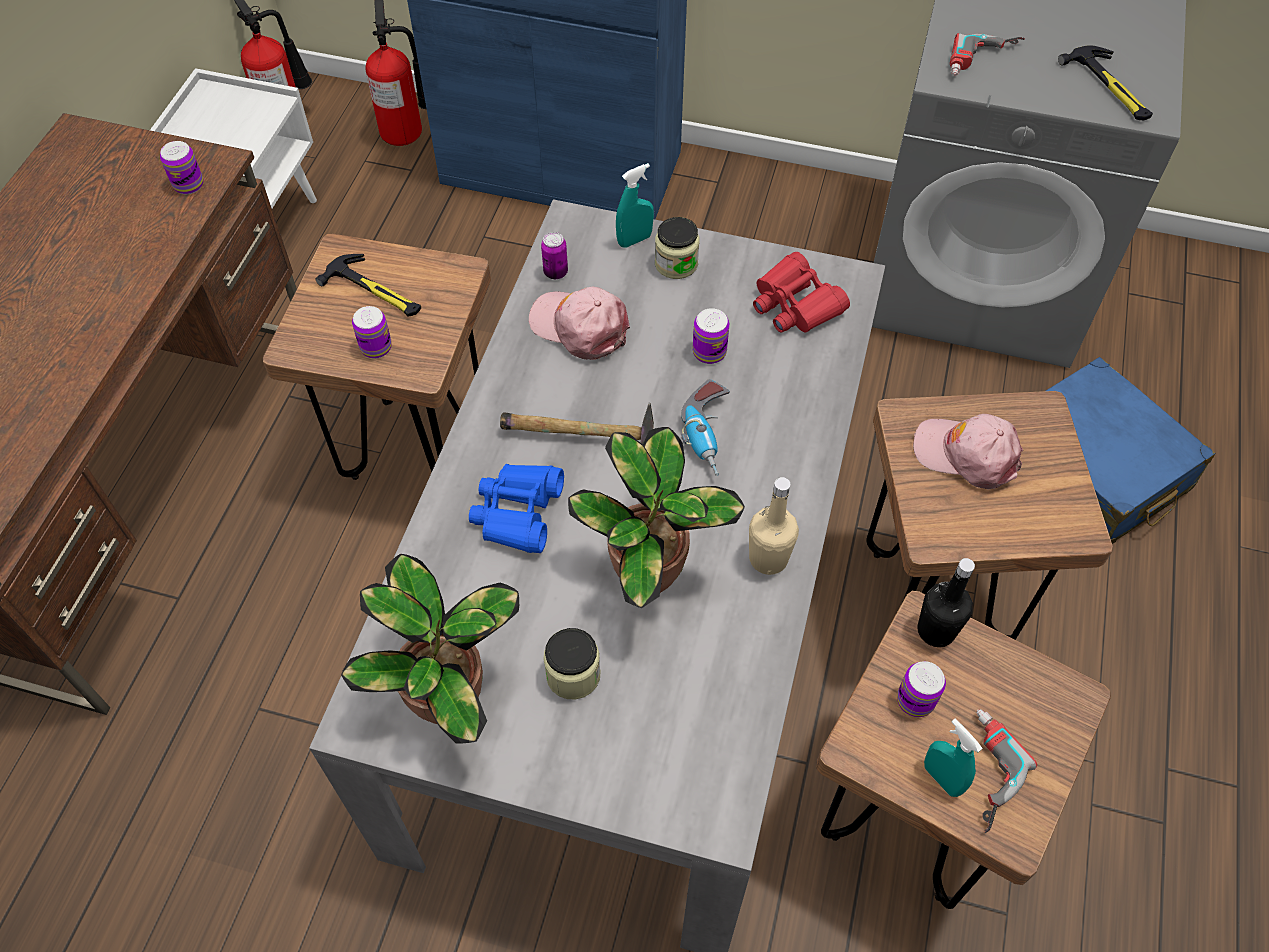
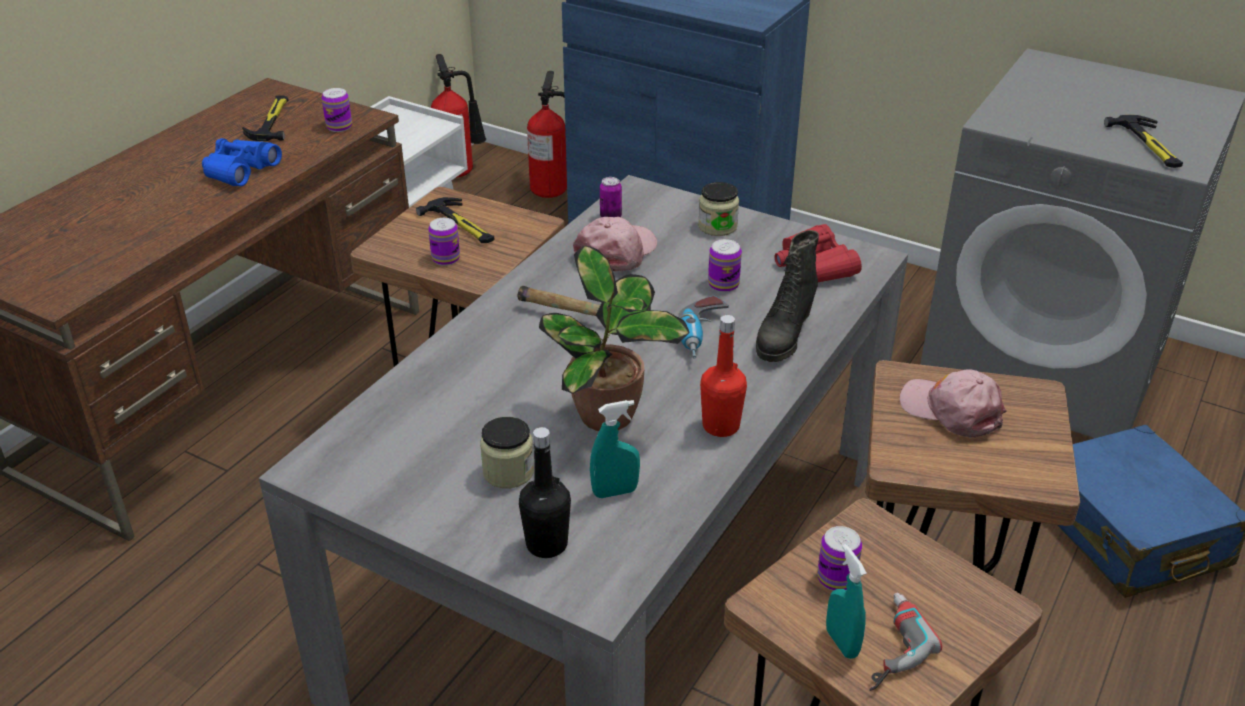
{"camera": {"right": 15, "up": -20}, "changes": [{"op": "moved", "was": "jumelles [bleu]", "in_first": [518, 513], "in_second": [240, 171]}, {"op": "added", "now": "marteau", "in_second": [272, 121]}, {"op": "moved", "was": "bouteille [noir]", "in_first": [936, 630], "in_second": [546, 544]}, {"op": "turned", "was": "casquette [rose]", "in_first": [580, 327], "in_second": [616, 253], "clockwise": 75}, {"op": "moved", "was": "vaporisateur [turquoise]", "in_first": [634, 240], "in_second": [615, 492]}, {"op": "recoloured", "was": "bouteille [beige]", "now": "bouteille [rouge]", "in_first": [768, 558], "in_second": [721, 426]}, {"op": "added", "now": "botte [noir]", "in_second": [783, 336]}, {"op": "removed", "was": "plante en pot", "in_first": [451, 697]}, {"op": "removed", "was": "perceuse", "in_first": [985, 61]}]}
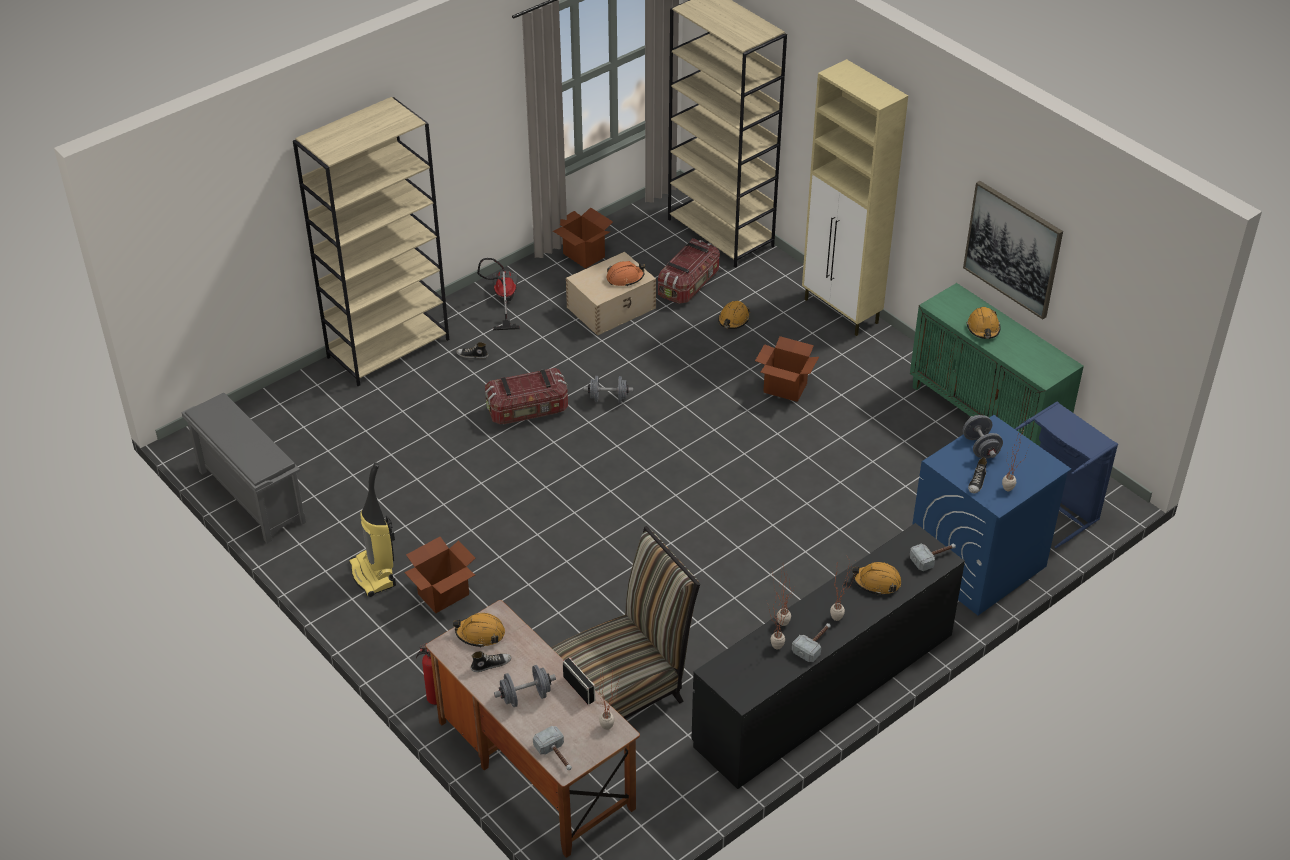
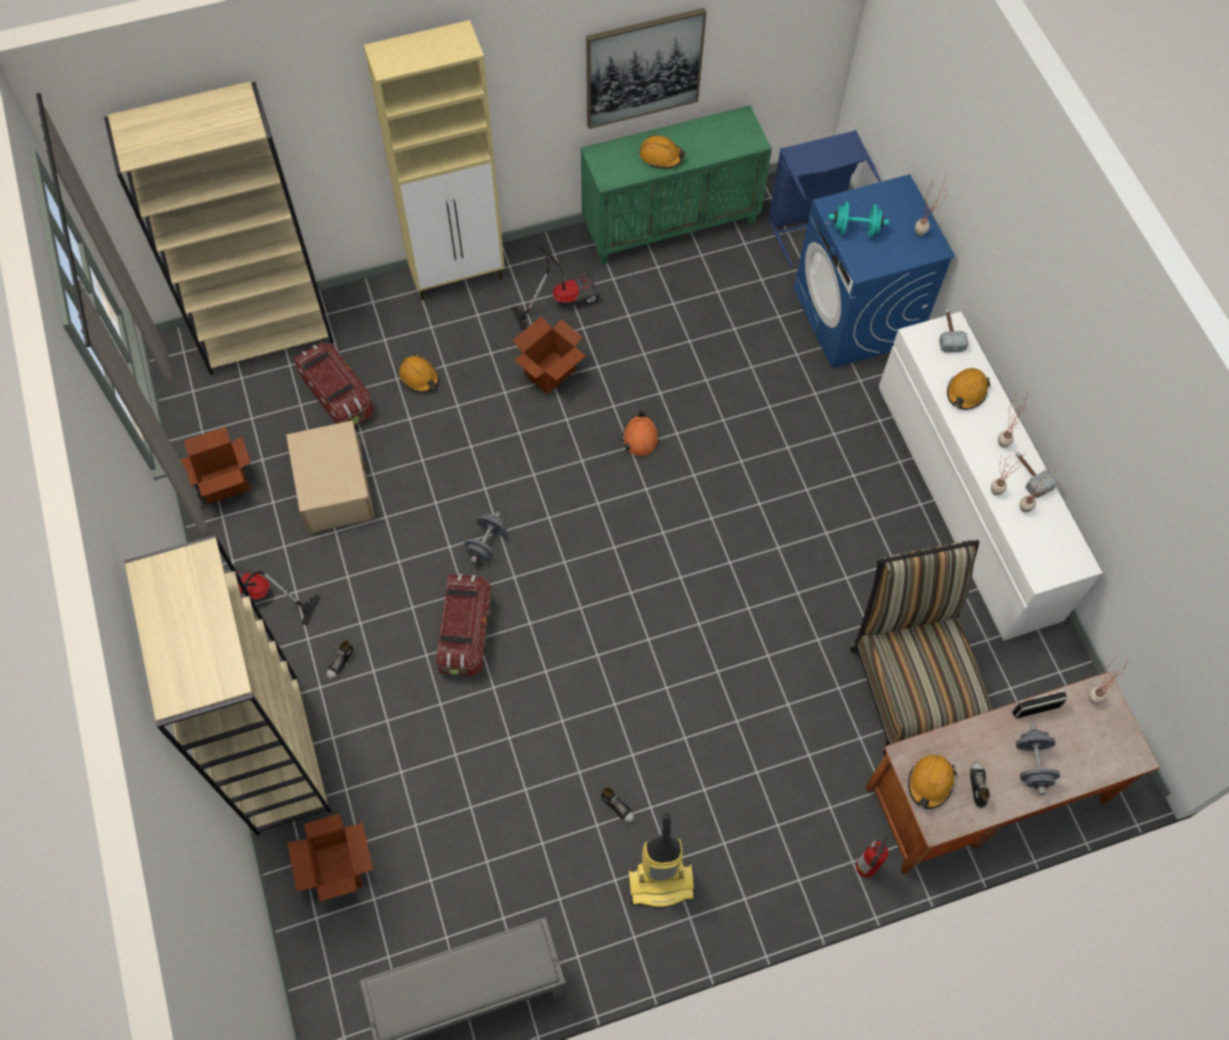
{"camera": {"right": -70, "up": 20}, "changes": [{"op": "moved", "was": "carton", "in_first": [443, 594], "in_second": [339, 868]}, {"op": "added", "now": "aspirateur", "in_second": [562, 300]}, {"op": "moved", "was": "chaussure", "in_first": [977, 482], "in_second": [617, 807]}, {"op": "moved", "was": "casque de chantier [orange]", "in_first": [625, 278], "in_second": [640, 438]}, {"op": "recoloured", "was": "haltère [gris]", "now": "haltère [turquoise]", "in_first": [980, 447], "in_second": [855, 229]}, {"op": "recoloured", "was": "commode [noir]", "now": "commode [blanc]", "in_first": [825, 689], "in_second": [967, 501]}, {"op": "removed", "was": "marteau", "in_first": [556, 755]}]}
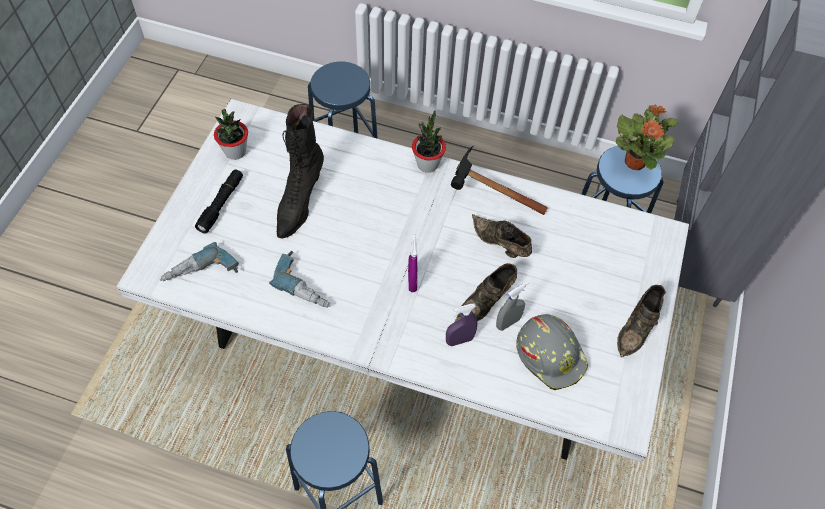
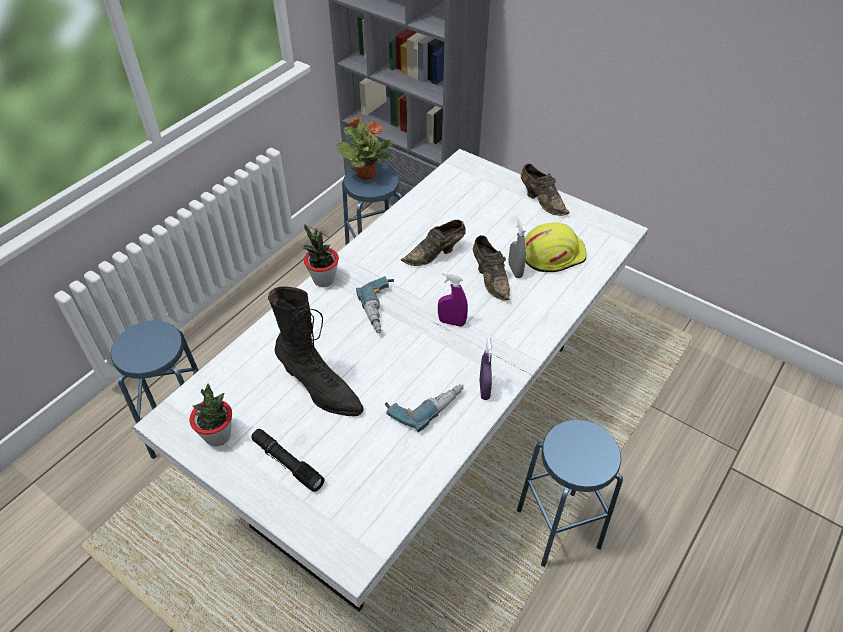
{"camera": {"right": -70, "up": -10}, "changes": [{"op": "moved", "was": "perceuse", "in_first": [201, 276], "in_second": [382, 309]}, {"op": "moved", "was": "vaporisateur [violet]", "in_first": [459, 340], "in_second": [484, 389]}, {"op": "recoloured", "was": "casque de chantier [gris]", "now": "casque de chantier [jaune]", "in_first": [551, 354], "in_second": [552, 254]}, {"op": "removed", "was": "marteau", "in_first": [486, 194]}]}
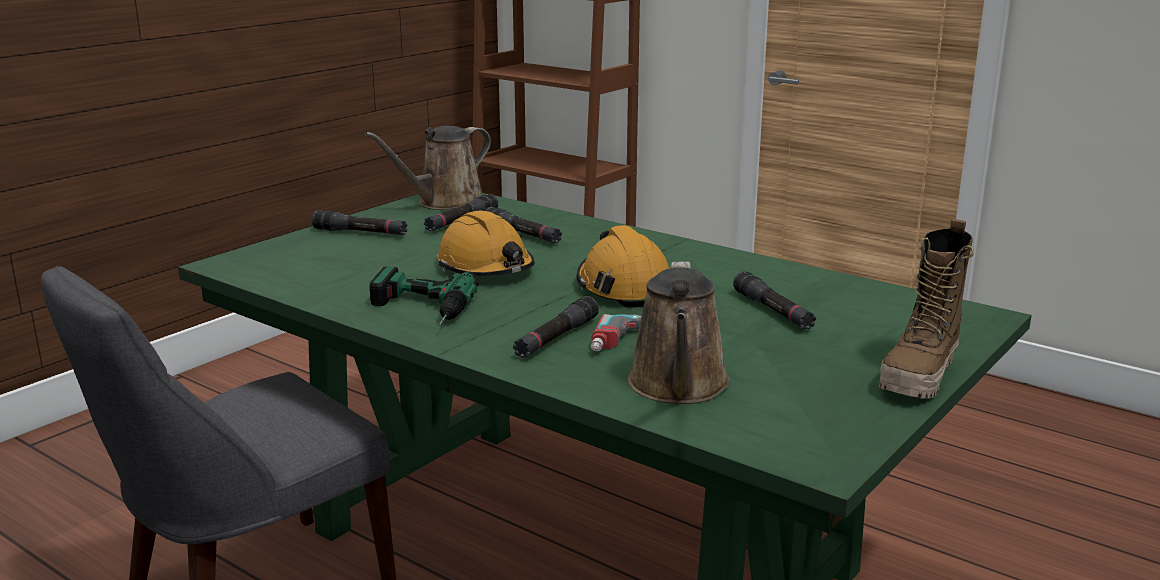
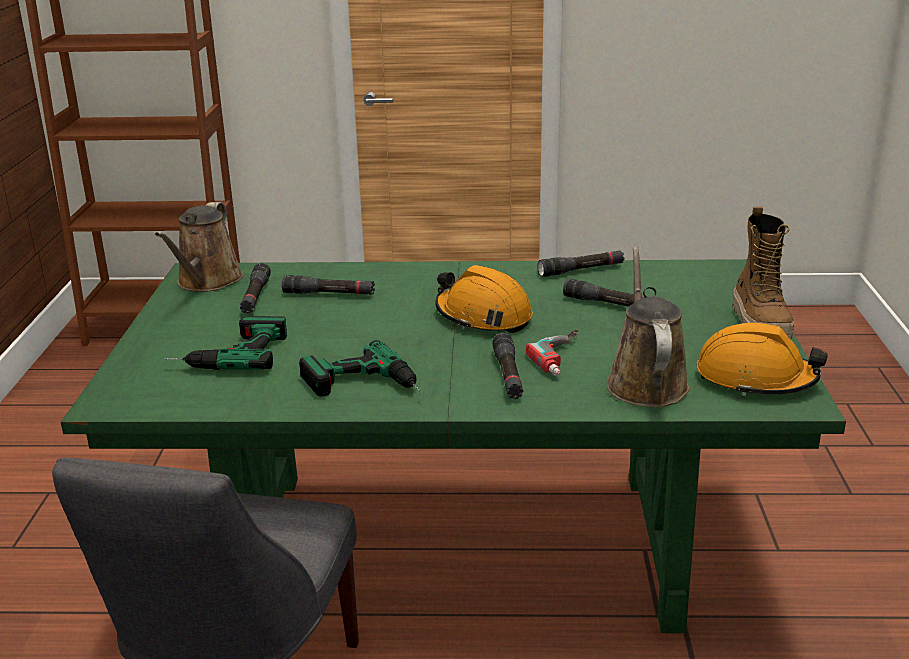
{"camera": {"right": -35, "up": 5}, "changes": [{"op": "added", "now": "perceuse", "in_second": [228, 353]}, {"op": "moved", "was": "lampe de poche [noir]", "in_first": [360, 233], "in_second": [581, 270]}, {"op": "turned", "was": "arrosoir [marron]", "in_first": [678, 387], "in_second": [645, 382], "clockwise": -150}, {"op": "moved", "was": "casque de chantier [orange]", "in_first": [486, 268], "in_second": [755, 379]}]}
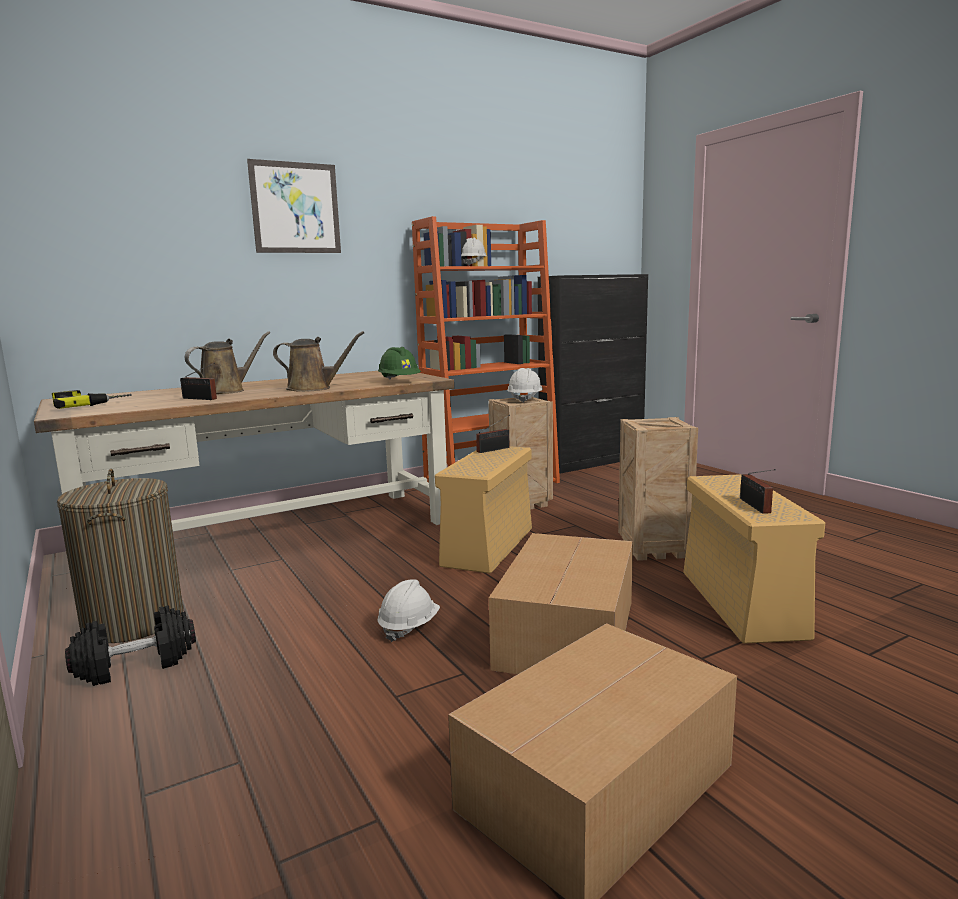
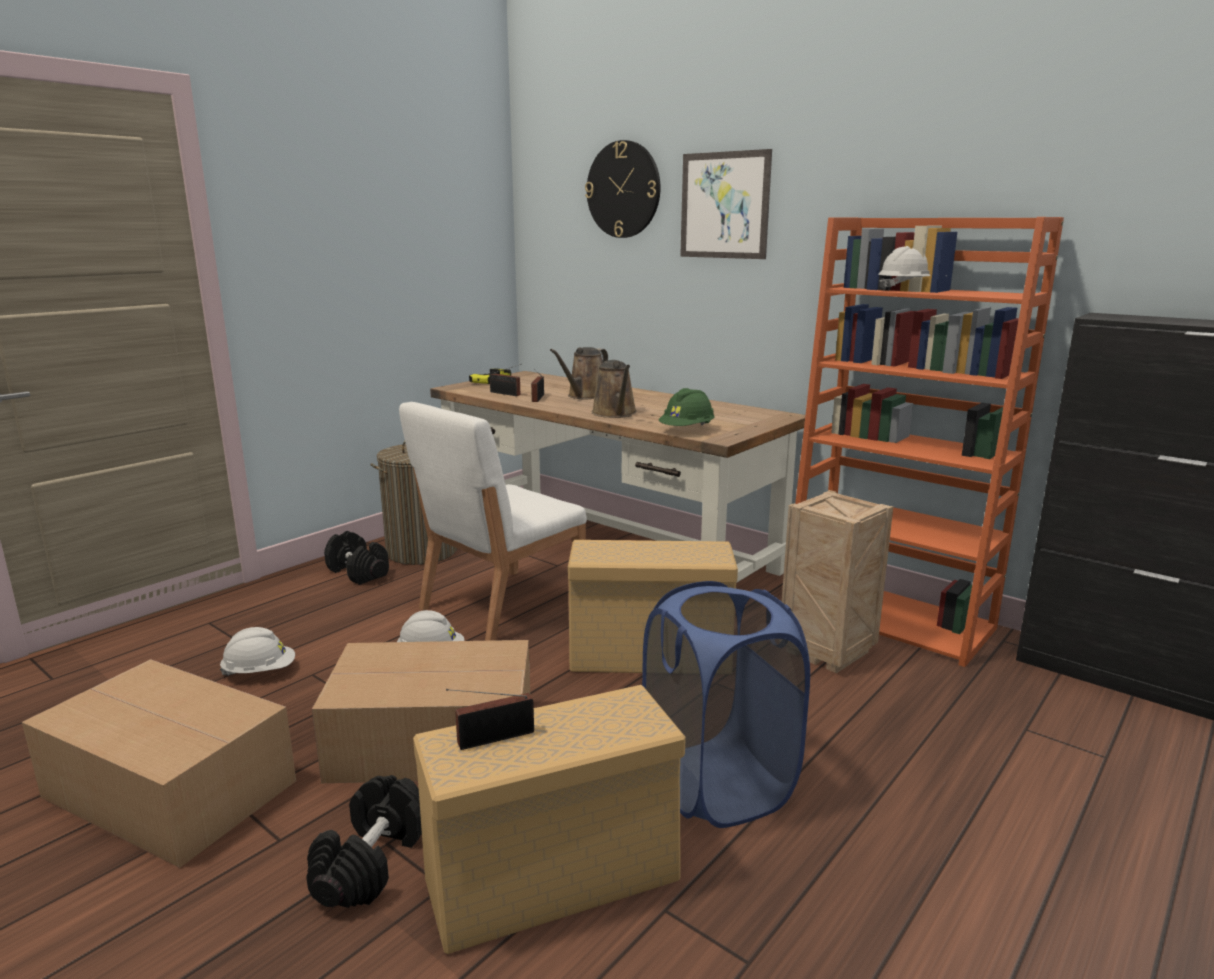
{"camera": {"right": 70, "up": 5}, "changes": [{"op": "moved", "was": "casque de chantier [blanc]", "in_first": [525, 399], "in_second": [260, 672]}, {"op": "added", "now": "haltère [noir]", "in_second": [370, 861]}, {"op": "added", "now": "chaise [blanc]", "in_second": [500, 605]}, {"op": "moved", "was": "radio", "in_first": [495, 449], "in_second": [506, 394]}, {"op": "turned", "was": "arrosoir [marron]", "in_first": [226, 391], "in_second": [585, 396], "clockwise": 105}, {"op": "added", "now": "horloge murale", "in_second": [623, 189]}, {"op": "replaced", "was": "caisse", "now": "panier à linge [bleu]", "in_first": [652, 550], "in_second": [716, 784]}]}
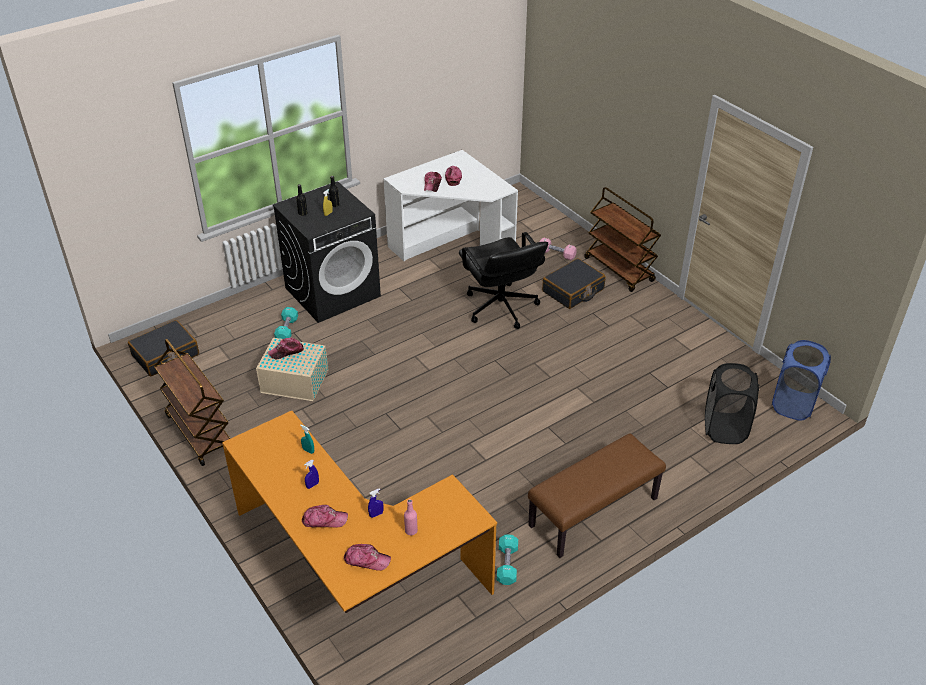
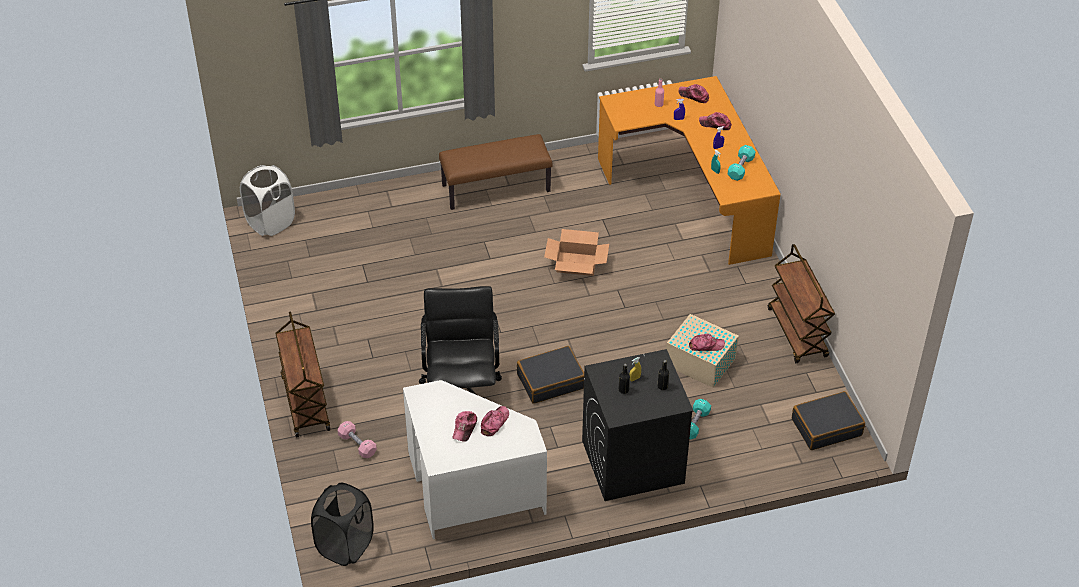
{"camera": {"right": -160, "up": 5}, "changes": [{"op": "recoloured", "was": "panier à linge [bleu]", "now": "panier à linge [blanc]", "in_first": [793, 404], "in_second": [270, 222]}, {"op": "moved", "was": "panier à linge [noir]", "in_first": [724, 428], "in_second": [345, 545]}, {"op": "moved", "was": "valise [noir]", "in_first": [573, 291], "in_second": [550, 381]}, {"op": "added", "now": "carton", "in_second": [576, 264]}, {"op": "moved", "was": "haltère [turquoise]", "in_first": [507, 565], "in_second": [740, 168]}]}
